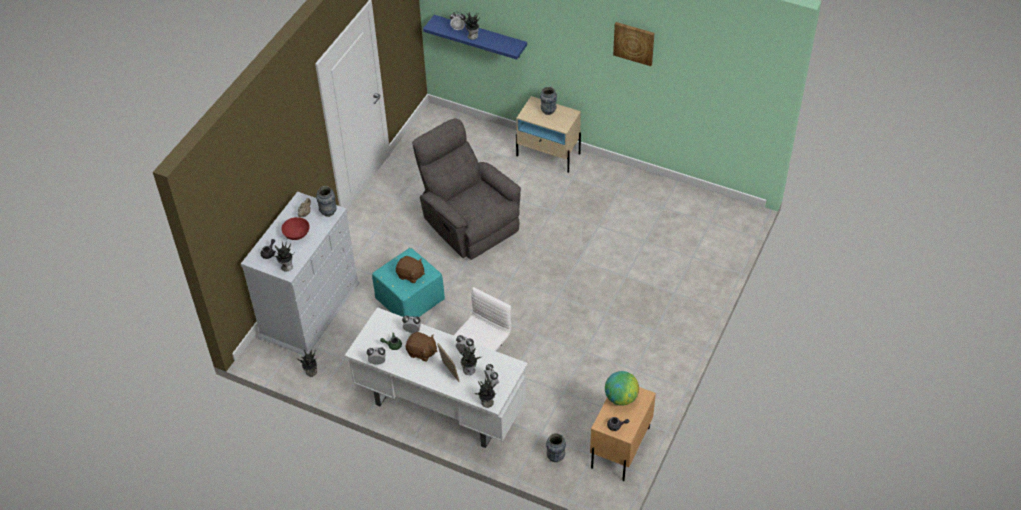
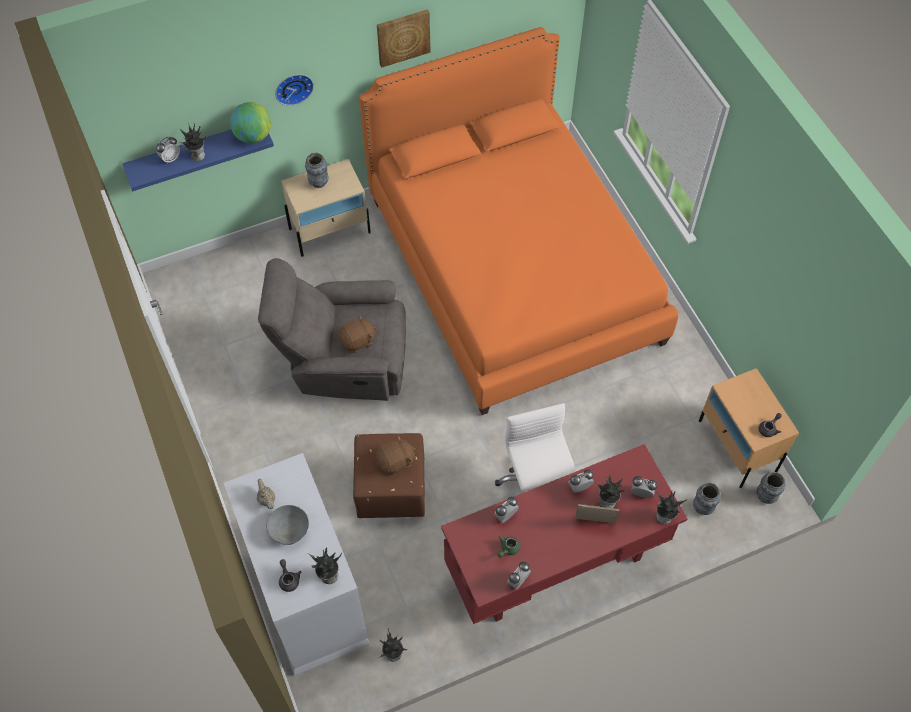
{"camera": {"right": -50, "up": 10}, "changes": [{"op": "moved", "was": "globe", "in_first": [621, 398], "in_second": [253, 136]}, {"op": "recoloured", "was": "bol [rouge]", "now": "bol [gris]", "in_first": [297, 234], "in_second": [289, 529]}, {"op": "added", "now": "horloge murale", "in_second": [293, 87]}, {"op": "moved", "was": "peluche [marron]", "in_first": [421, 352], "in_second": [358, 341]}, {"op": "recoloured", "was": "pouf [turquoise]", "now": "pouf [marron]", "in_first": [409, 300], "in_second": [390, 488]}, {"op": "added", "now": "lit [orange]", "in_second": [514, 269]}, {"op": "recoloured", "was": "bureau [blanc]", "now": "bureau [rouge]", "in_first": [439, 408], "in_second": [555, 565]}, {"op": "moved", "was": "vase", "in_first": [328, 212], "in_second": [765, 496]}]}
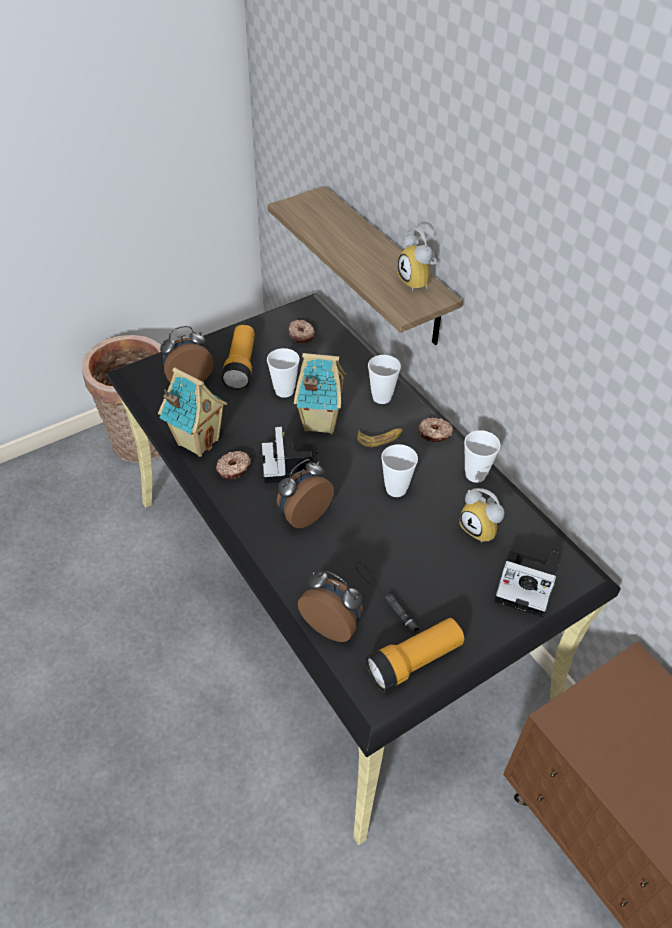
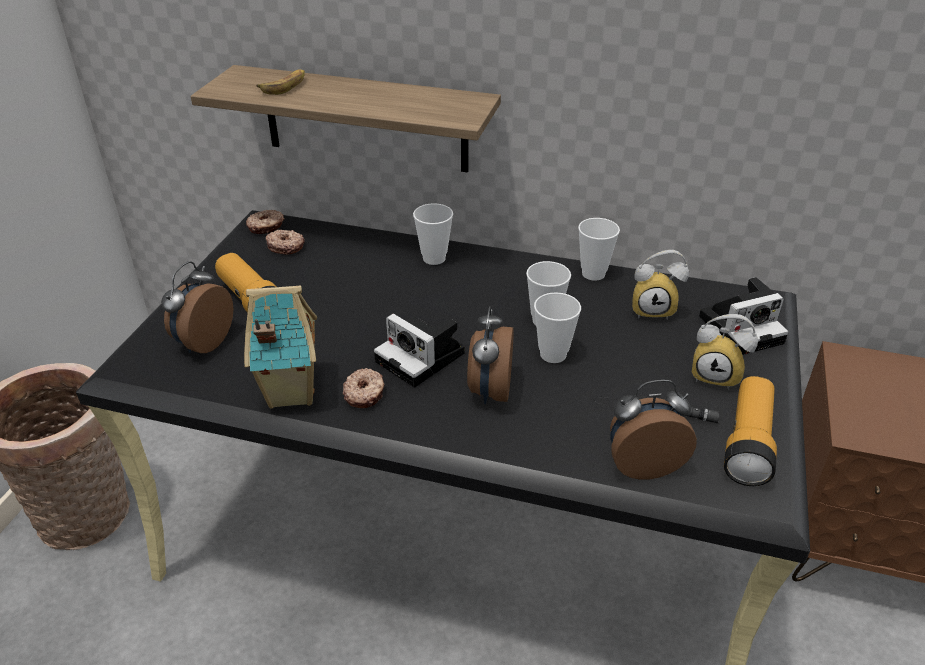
{"camera": {"right": -40, "up": -10}, "changes": [{"op": "moved", "was": "beignet", "in_first": [434, 434], "in_second": [266, 227]}, {"op": "moved", "was": "banane", "in_first": [380, 438], "in_second": [285, 86]}, {"op": "moved", "was": "tasse", "in_first": [284, 391], "in_second": [553, 354]}, {"op": "moved", "was": "réveil", "in_first": [418, 282], "in_second": [717, 375]}, {"op": "removed", "was": "maison miniature", "in_first": [319, 422]}]}
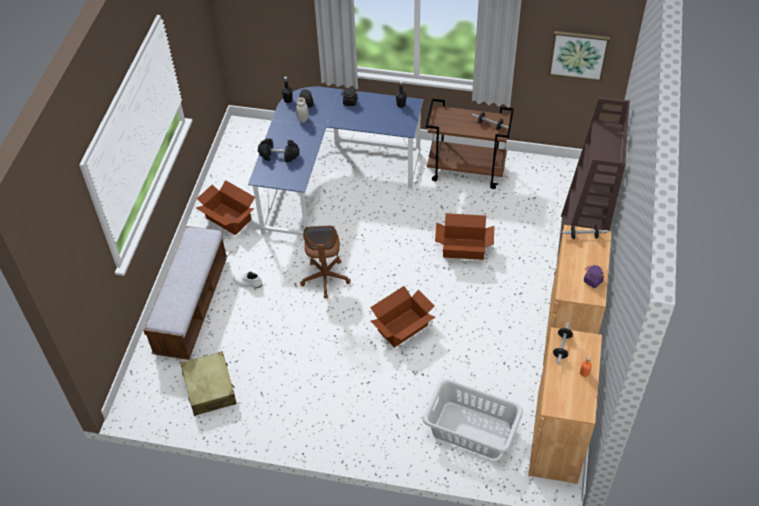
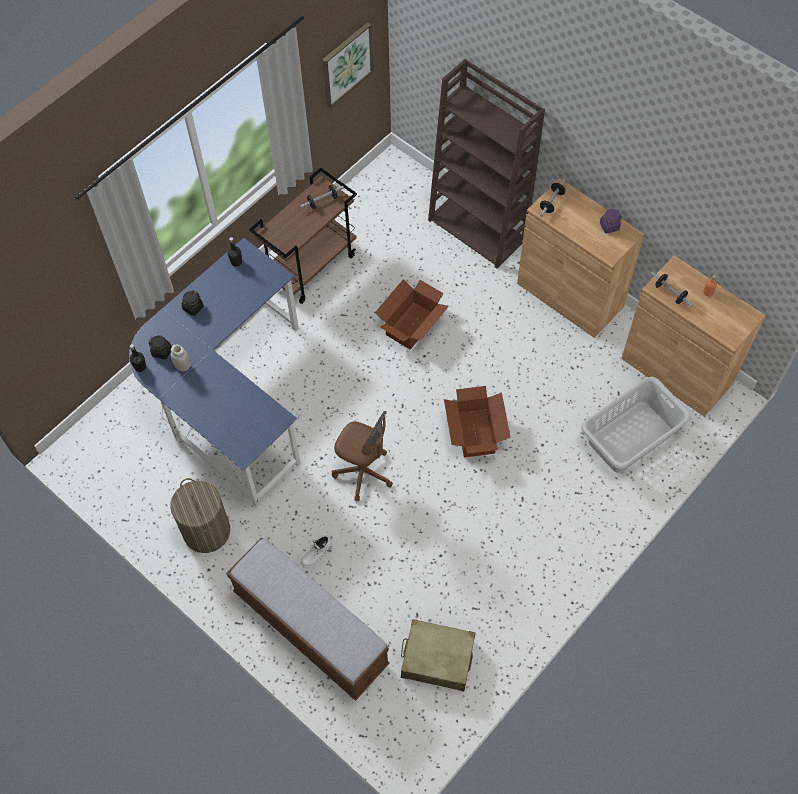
{"camera": {"right": -60, "up": 10}, "changes": [{"op": "replaced", "was": "carton", "now": "panier à linge", "in_first": [228, 218], "in_second": [206, 531]}, {"op": "removed", "was": "haltère [noir]", "in_first": [279, 155]}]}
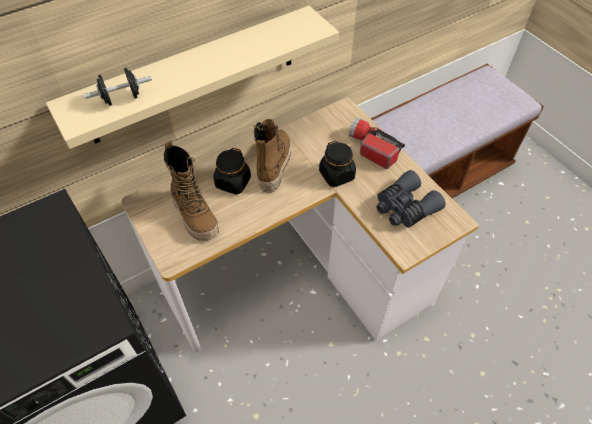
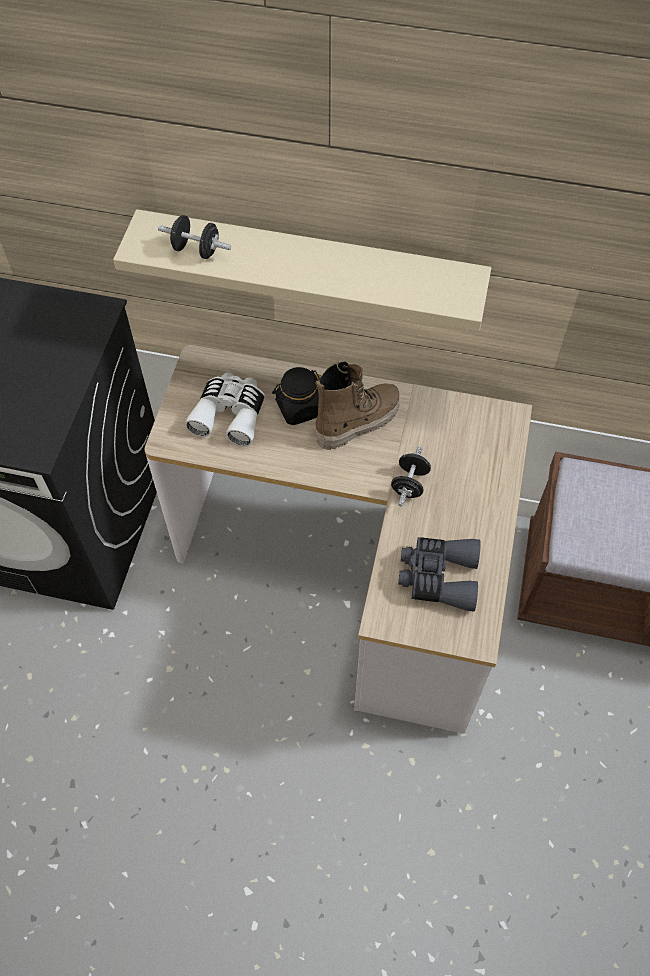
{"camera": {"right": 45, "up": 5}, "changes": [{"op": "replaced", "was": "botte", "now": "jumelles [blanc]", "in_first": [195, 215], "in_second": [230, 414]}, {"op": "replaced", "was": "bocal [noir]", "now": "haltère [noir]", "in_first": [337, 175], "in_second": [409, 484]}, {"op": "removed", "was": "lampe de poche", "in_first": [372, 148]}]}
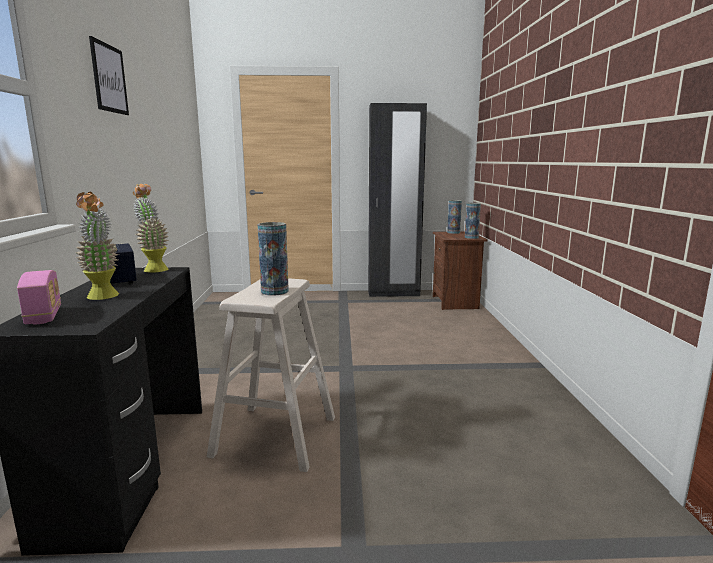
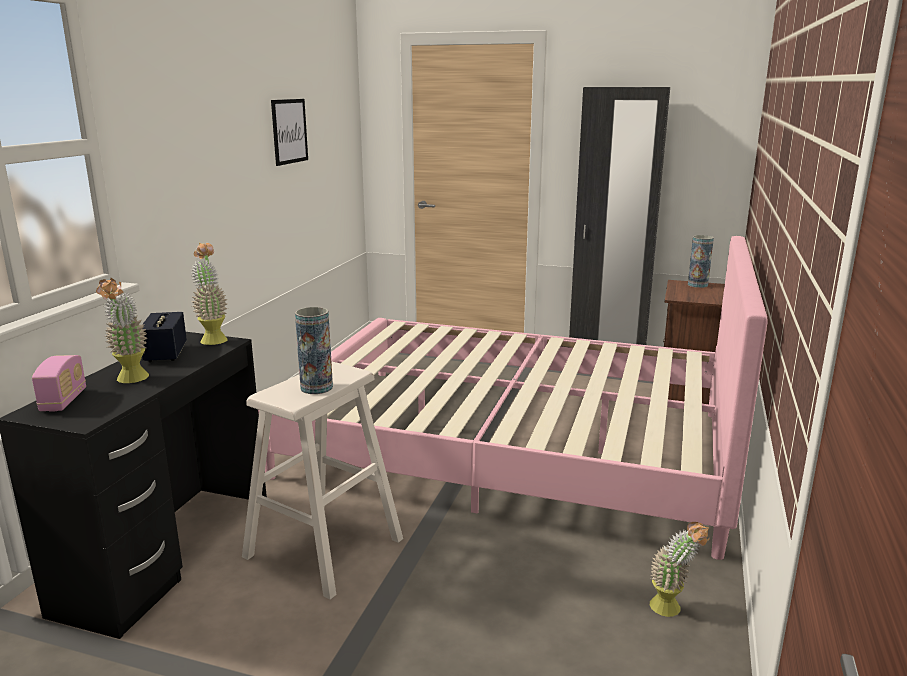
{"camera": {"right": 20, "up": 5}, "changes": [{"op": "added", "now": "lit [rose]", "in_second": [511, 445]}, {"op": "moved", "was": "tableau", "in_first": [109, 78], "in_second": [289, 131]}, {"op": "added", "now": "plante en pot", "in_second": [672, 610]}, {"op": "removed", "was": "vase", "in_first": [471, 237]}]}
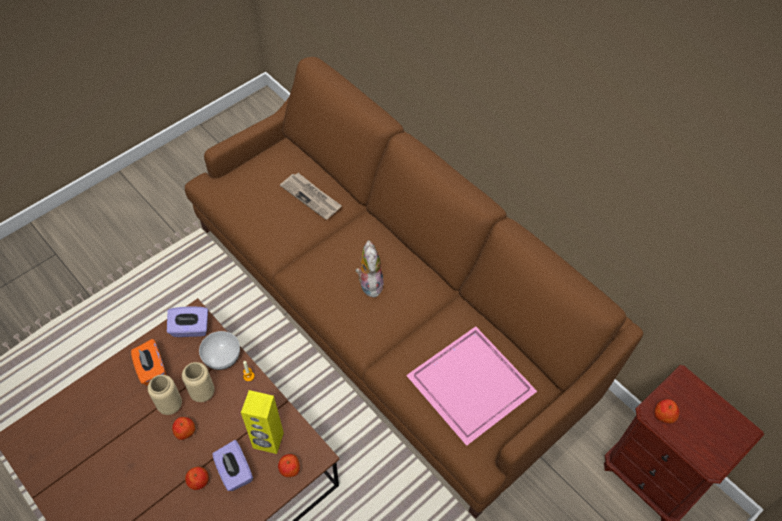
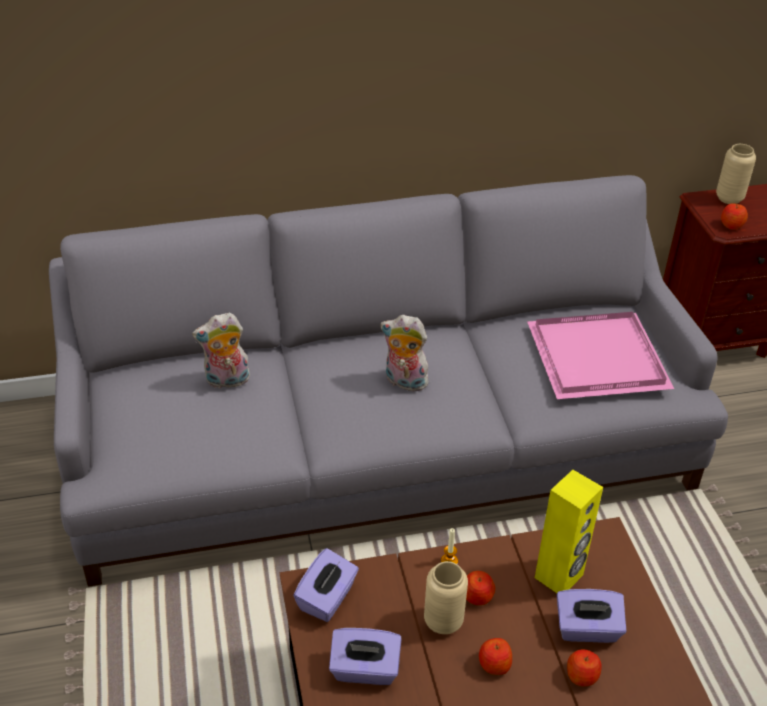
{"camera": {"right": -60, "up": -15}, "changes": [{"op": "recoloured", "was": "canapé [marron]", "now": "canapé [gris]", "in_first": [389, 308], "in_second": [381, 444]}, {"op": "replaced", "was": "journal", "now": "peluche", "in_first": [311, 197], "in_second": [226, 381]}, {"op": "recoloured", "was": "boîte à mouchoirs [orange]", "now": "boîte à mouchoirs [violet]", "in_first": [151, 369], "in_second": [365, 670]}, {"op": "moved", "was": "pomme", "in_first": [289, 469], "in_second": [477, 596]}, {"op": "moved", "was": "vase [beige]", "in_first": [170, 405], "in_second": [729, 198]}, {"op": "removed", "was": "bol", "in_first": [222, 356]}]}
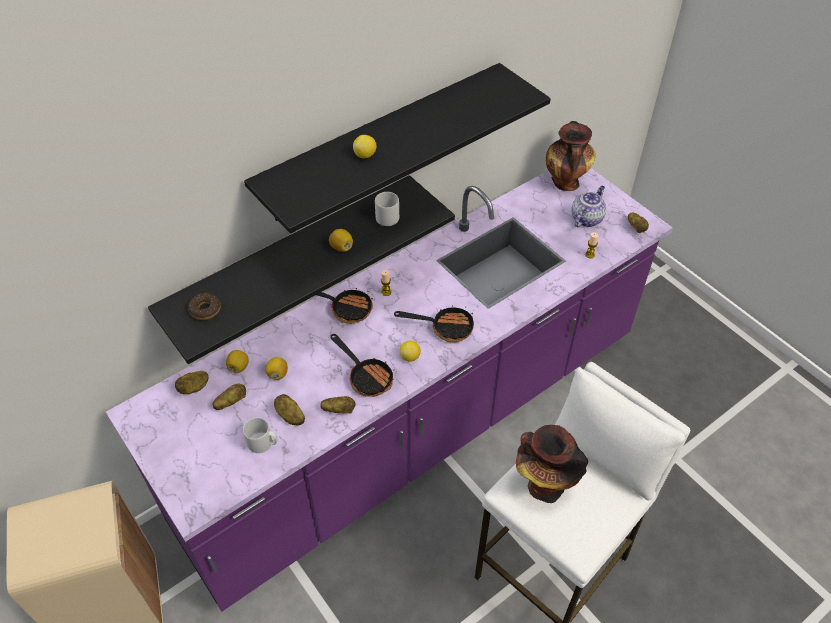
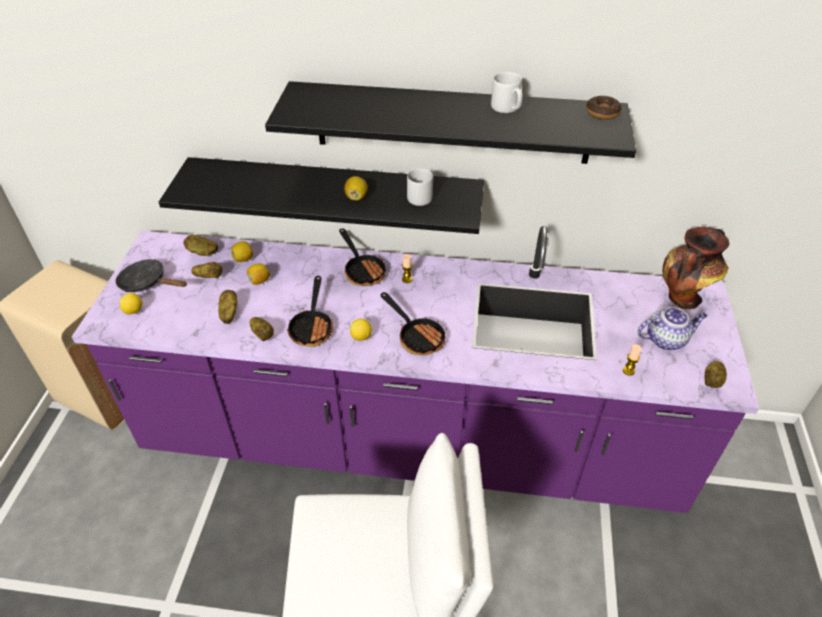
{"camera": {"right": 45, "up": -5}, "changes": [{"op": "added", "now": "poêle [noir]", "in_second": [147, 283]}, {"op": "moved", "was": "citron", "in_first": [365, 155], "in_second": [134, 311]}, {"op": "moved", "was": "mug [gris]", "in_first": [263, 443], "in_second": [507, 108]}, {"op": "moved", "was": "beignet", "in_first": [205, 310], "in_second": [602, 113]}, {"op": "removed", "was": "vase", "in_first": [544, 485]}]}
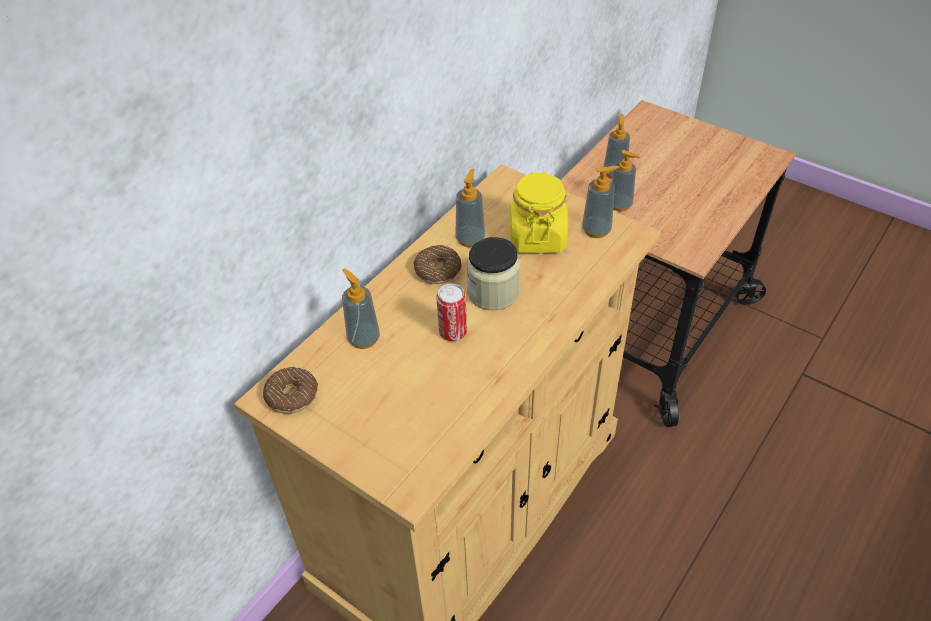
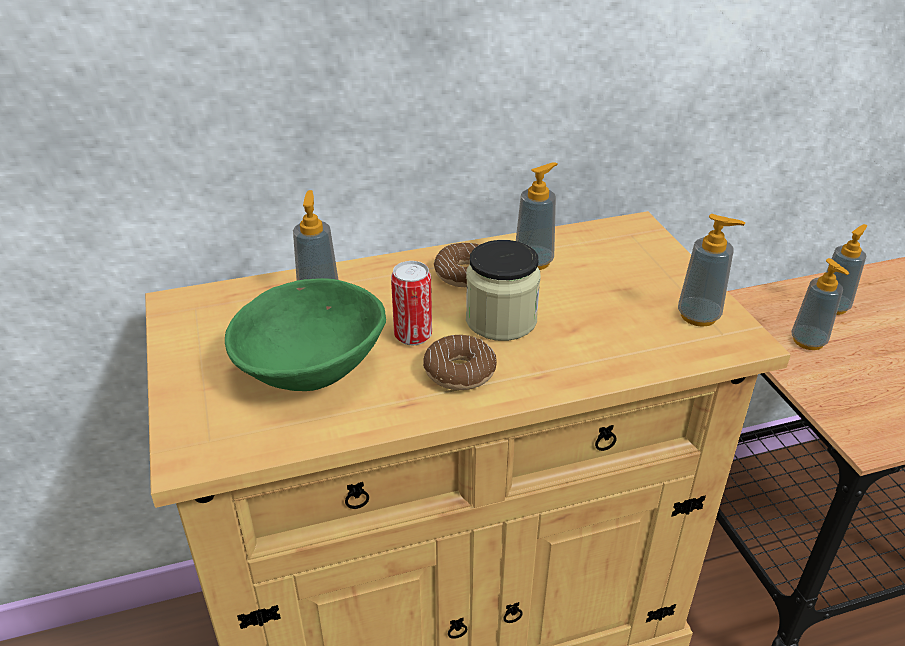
{"camera": {"right": 35, "up": -10}, "changes": [{"op": "added", "now": "bol [vert]", "in_second": [311, 371]}, {"op": "moved", "was": "beignet", "in_first": [292, 396], "in_second": [459, 372]}, {"op": "removed", "was": "bocal [jaune]", "in_first": [537, 237]}]}
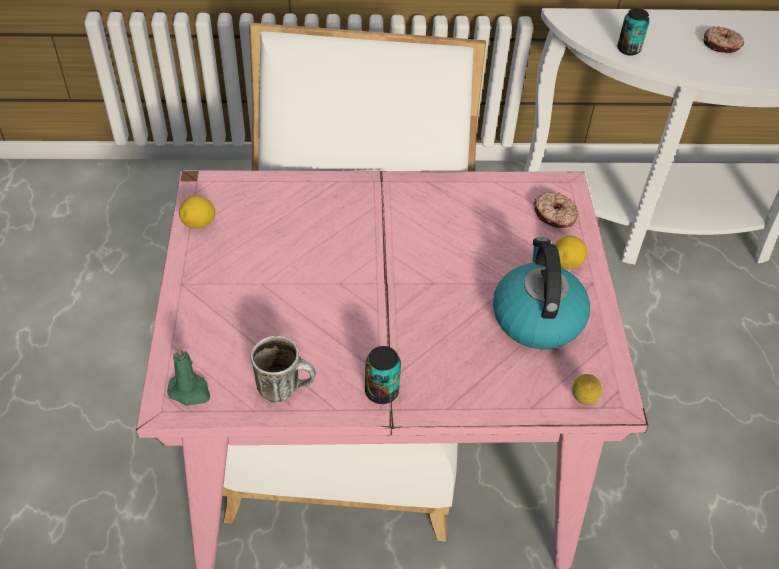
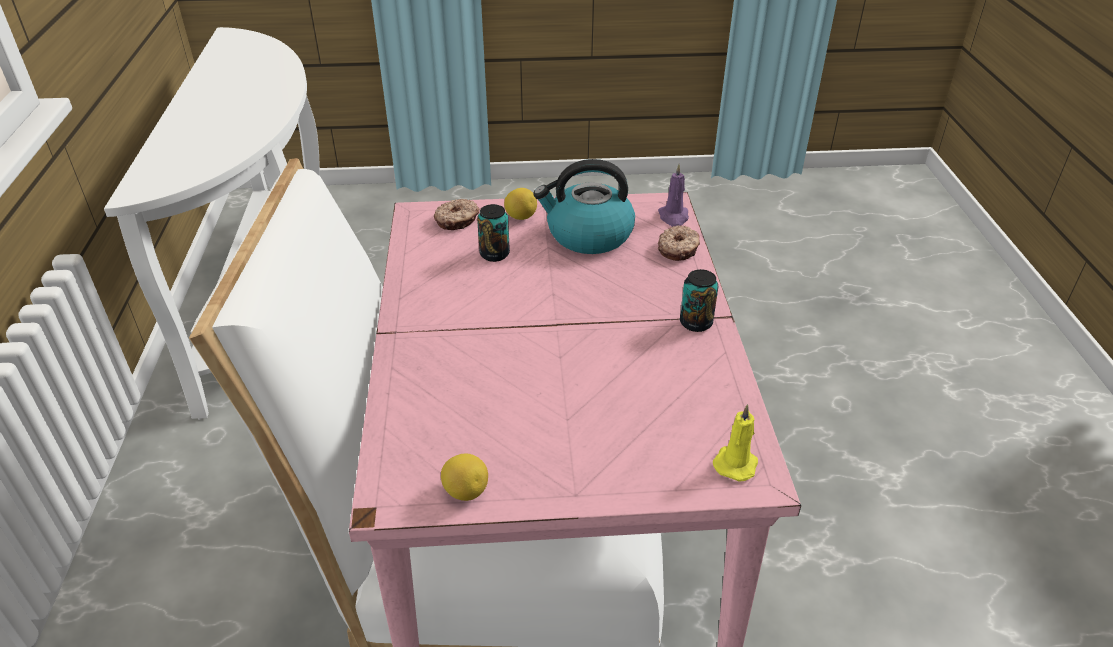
{"camera": {"right": -90, "up": -10}, "changes": [{"op": "moved", "was": "boîte métallique", "in_first": [628, 49], "in_second": [494, 254]}, {"op": "replaced", "was": "citron", "now": "bougie [violet]", "in_first": [582, 400], "in_second": [673, 217]}, {"op": "moved", "was": "beignet", "in_first": [721, 45], "in_second": [679, 249]}, {"op": "recoloured", "was": "bougie [vert]", "now": "bougie [jaune]", "in_first": [190, 391], "in_second": [736, 463]}, {"op": "removed", "was": "mug", "in_first": [286, 388]}]}
